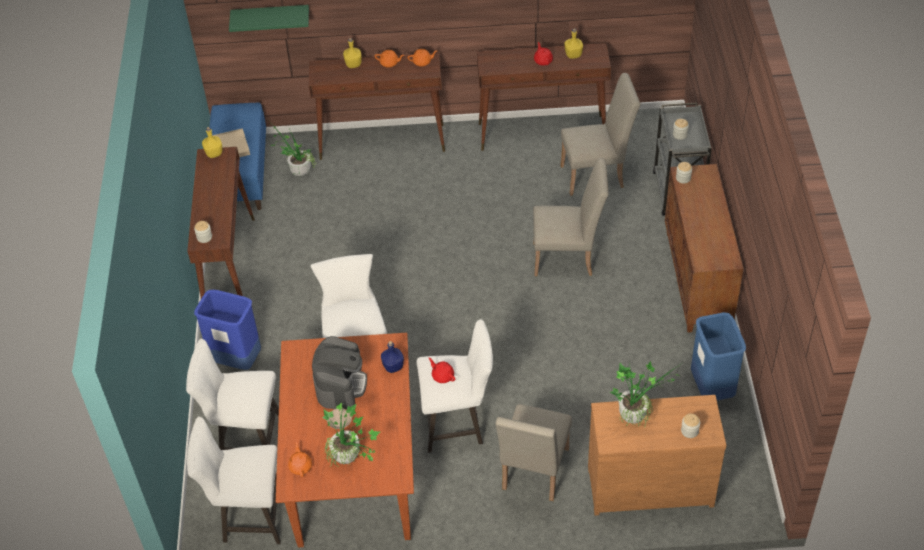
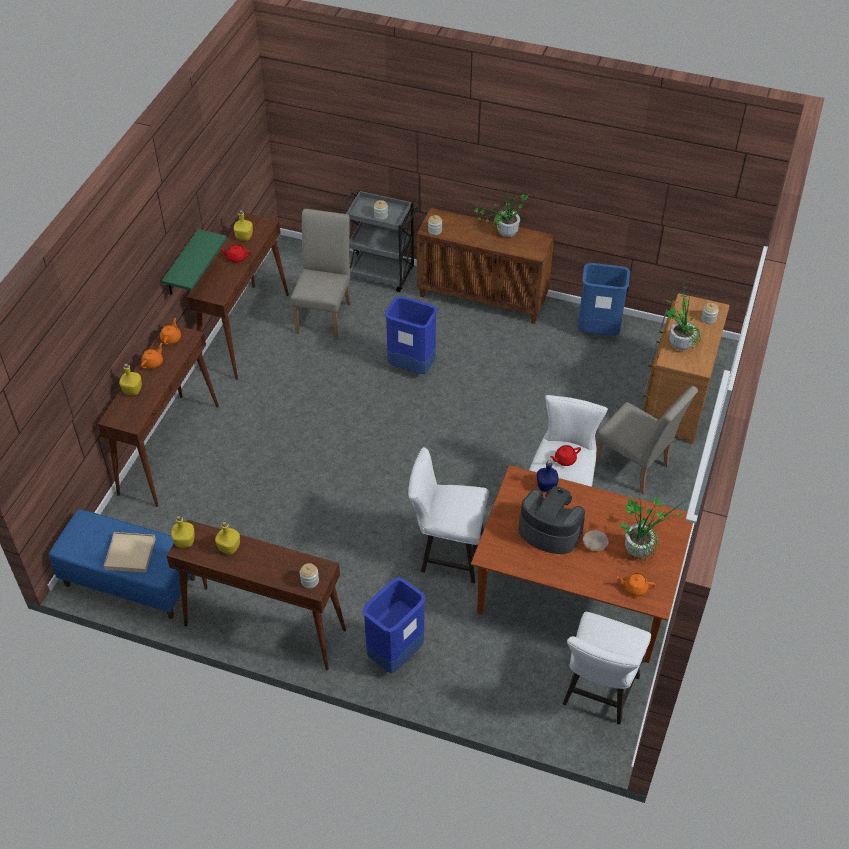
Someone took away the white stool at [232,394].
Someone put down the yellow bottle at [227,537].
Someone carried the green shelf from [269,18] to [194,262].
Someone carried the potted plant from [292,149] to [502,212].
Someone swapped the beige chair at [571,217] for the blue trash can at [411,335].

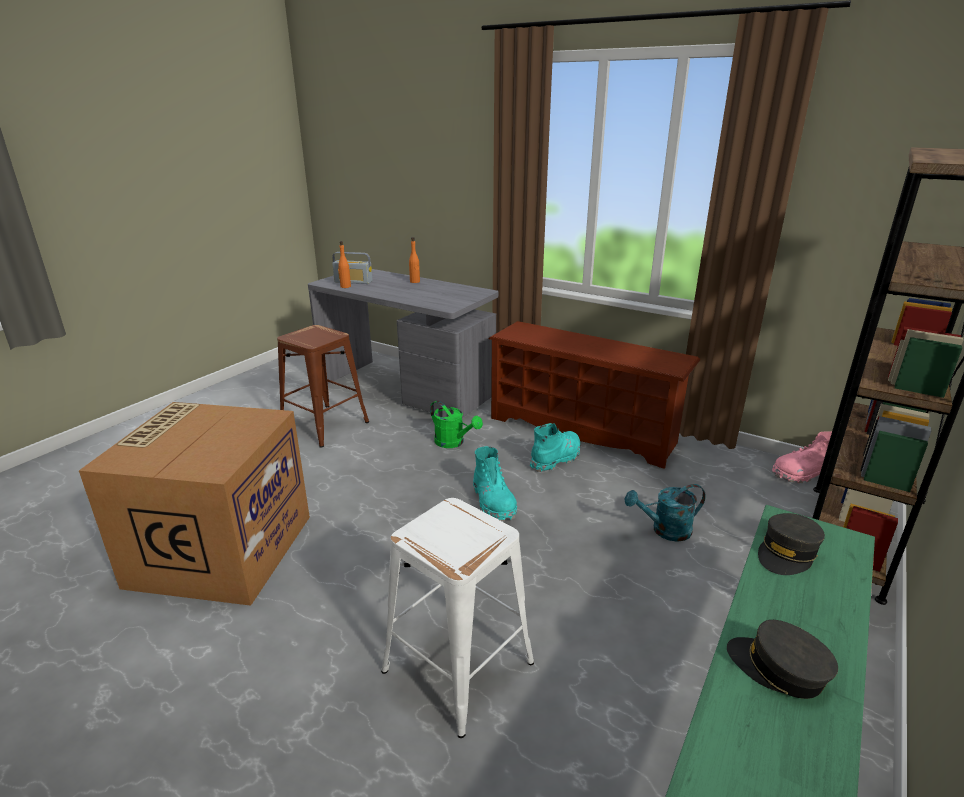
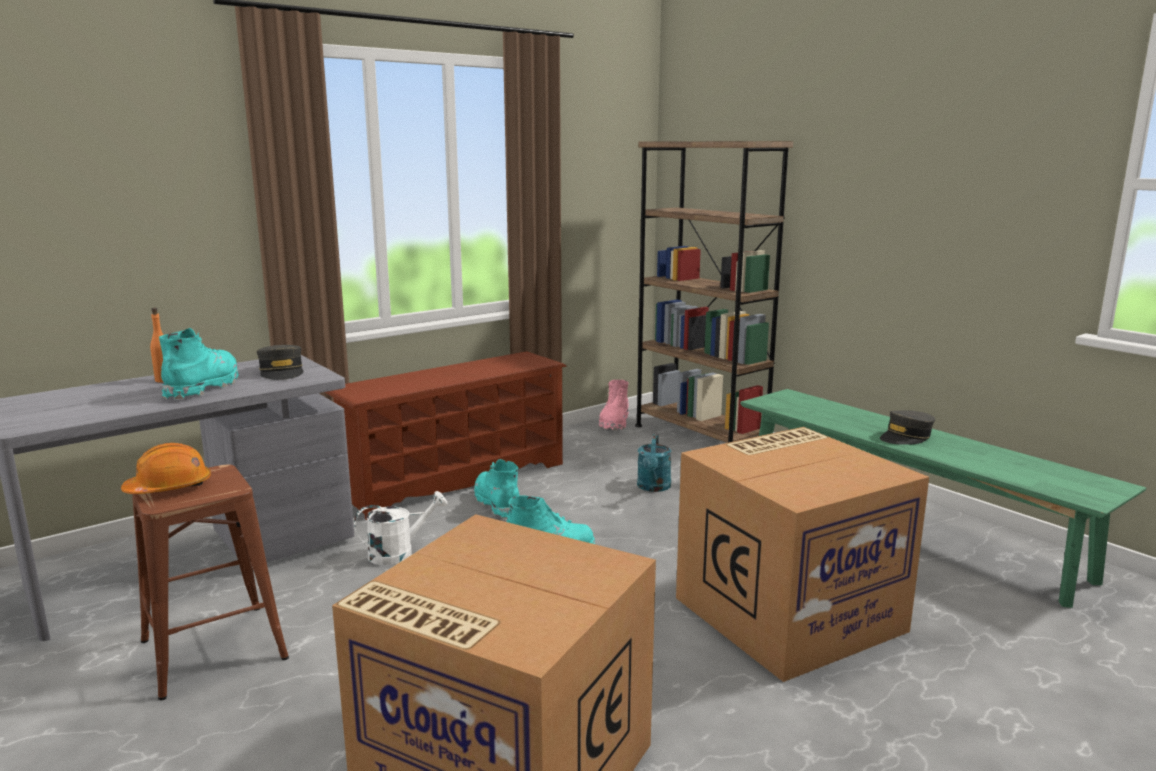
Someone took away the radio at [352,268].
Someone took away the orange bottle at [344,264].
Someone put down the orange hard hat at [166,468].
Someone put down the turquoise boot at [199,363].
Someone carried the grey cap from [791,544] to [280,362].
Someone swapped the white stool at [457,618] for the cardboard box at [802,554].
Someone repainted the green watering can at [456,424], which became the white watering can at [400,528].

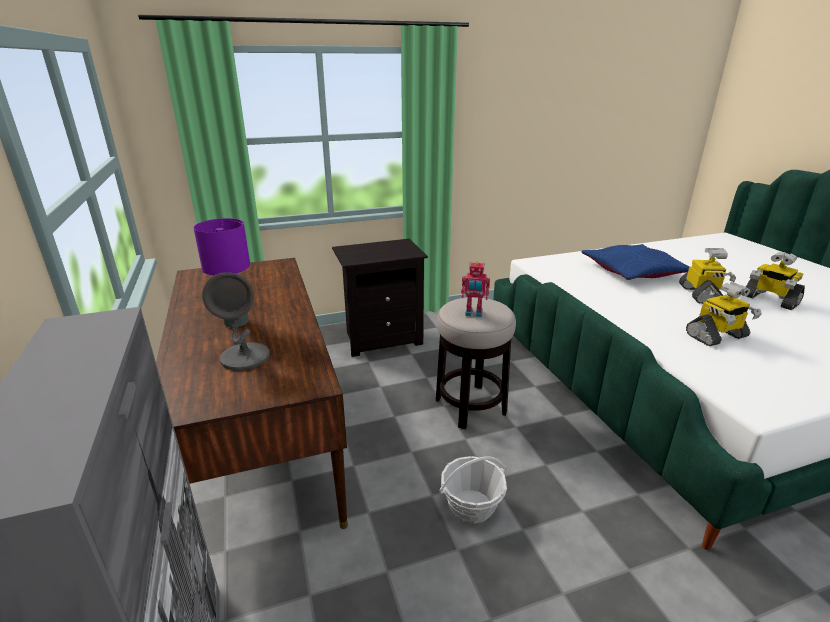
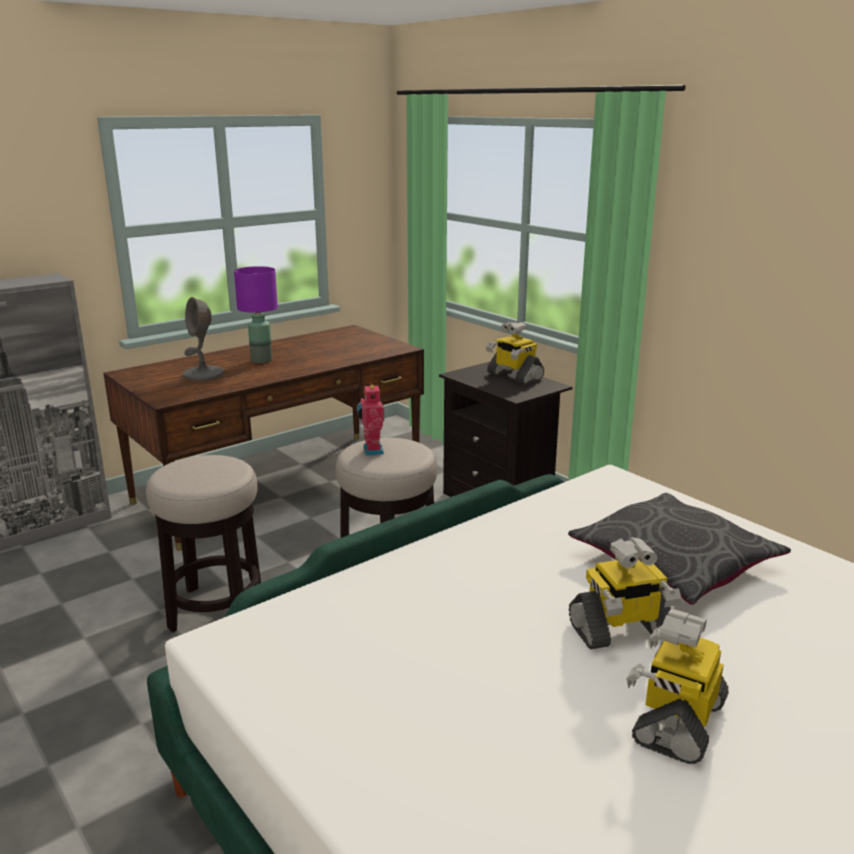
Someone carried the toy robot from [724,314] to [515,352].
Someone swapped the basket at [473,490] for the stool at [203,543].
Someone repainted the blue pillow at [635,262], which became the grey pillow at [679,549].

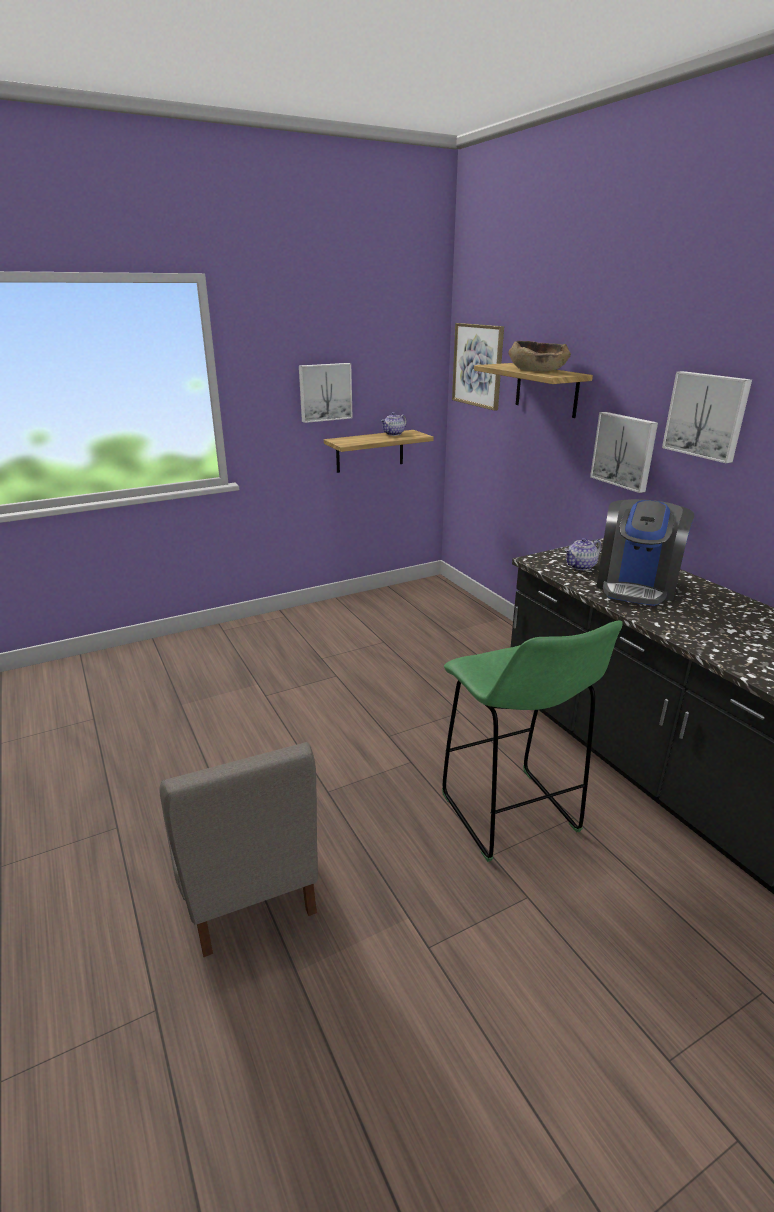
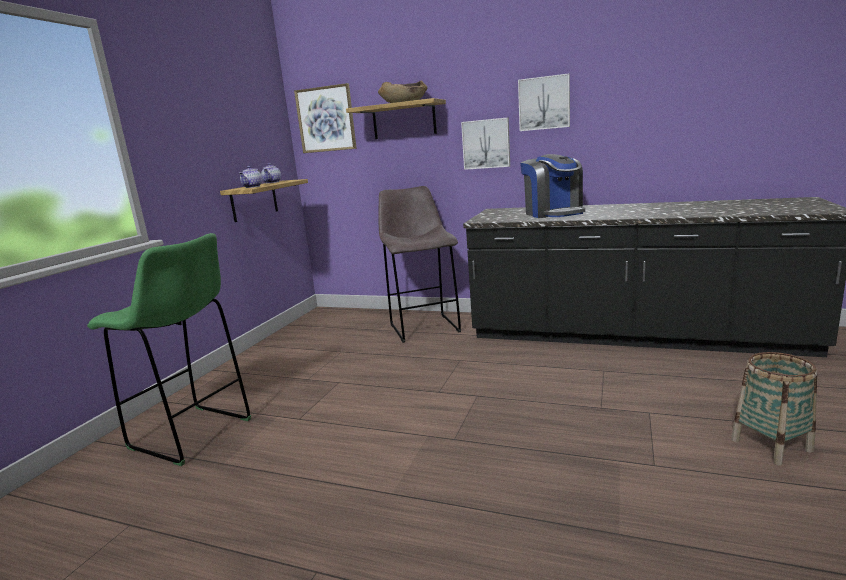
Someone took away the grey chair at [239,849].
Someone took away the picture at [326,393].
Someone put down the grey stool at [420,264].
Someone put down the basket at [774,409].
Someone carried the green stool from [532,741] to [169,349].
Someone carried the teapot from [583,554] to [250,177].

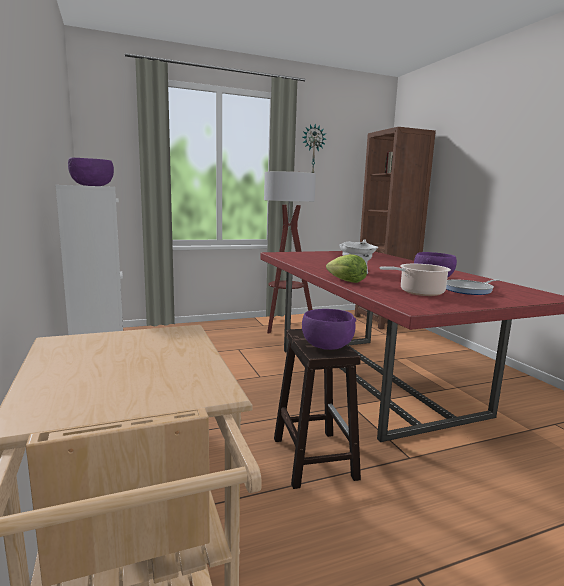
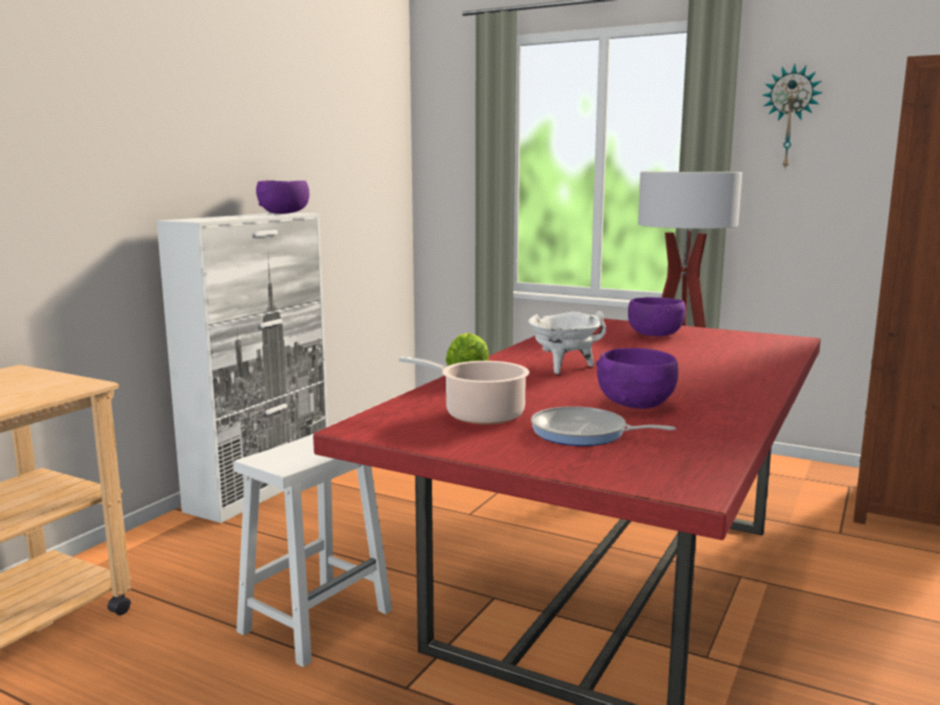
Someone carried the purple bowl from [329,329] to [657,316].
Someone repainted the brown stool at [317,409], which became the white stool at [313,550].

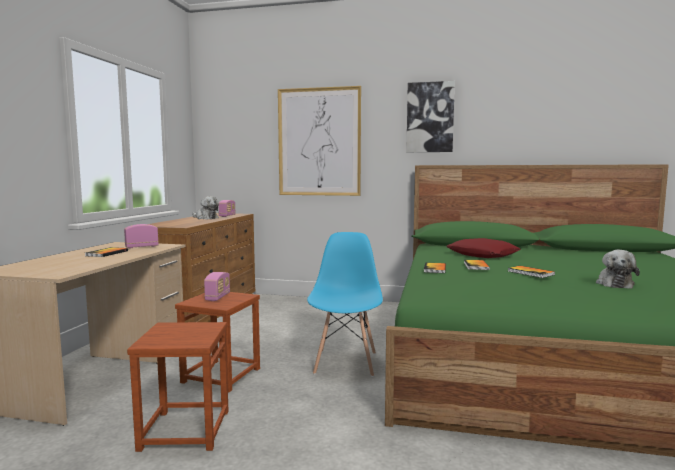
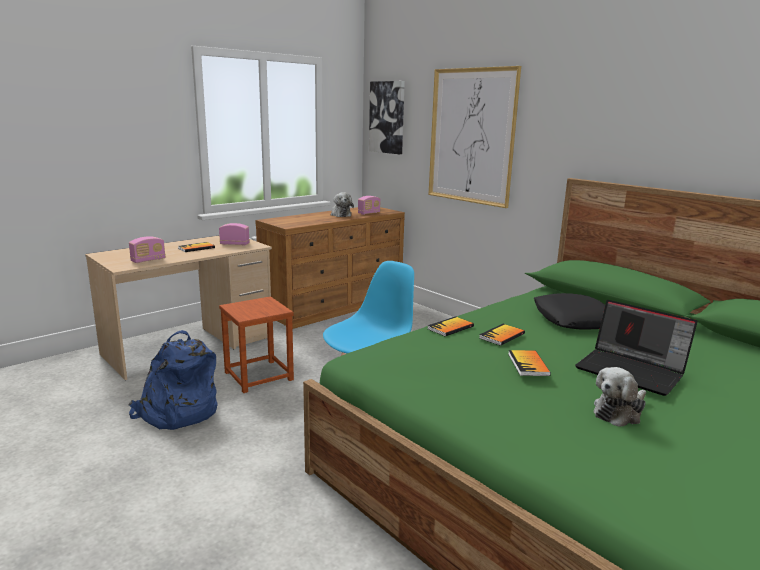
Someone put down the laptop at [636,348].
Someone carried the radio from [217,286] to [147,249].
Someone carried the picture from [430,116] to [387,117].
Someone swapped the brown stool at [177,387] for the blue backpack at [173,380].
Someone repainted the red pillow at [483,248], which became the black pillow at [569,311].

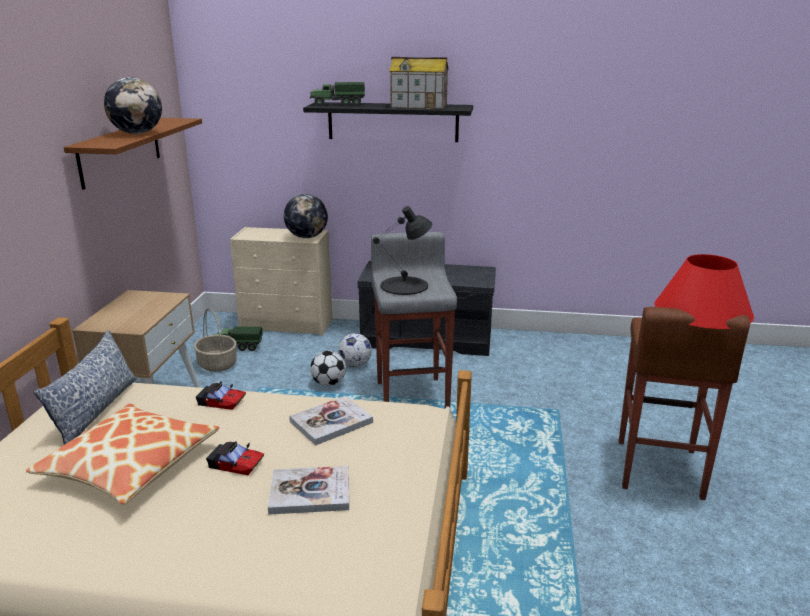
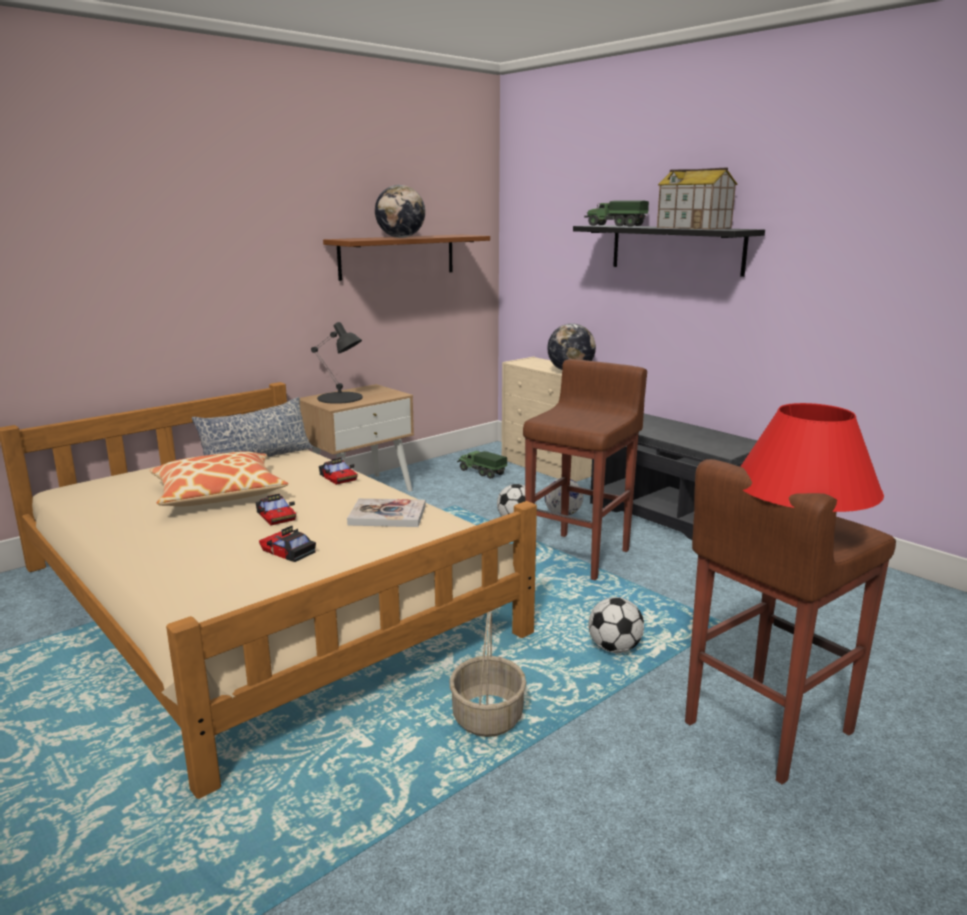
Someone put down the football at [616,625].
Someone carried the basket from [215,340] to [487,674].
Someone carried the black table lamp from [402,250] to [337,363].
Someone swapped the book at [308,490] for the toy car at [287,543].
Someone repainted the grey stool at [414,320], which became the brown stool at [585,469].

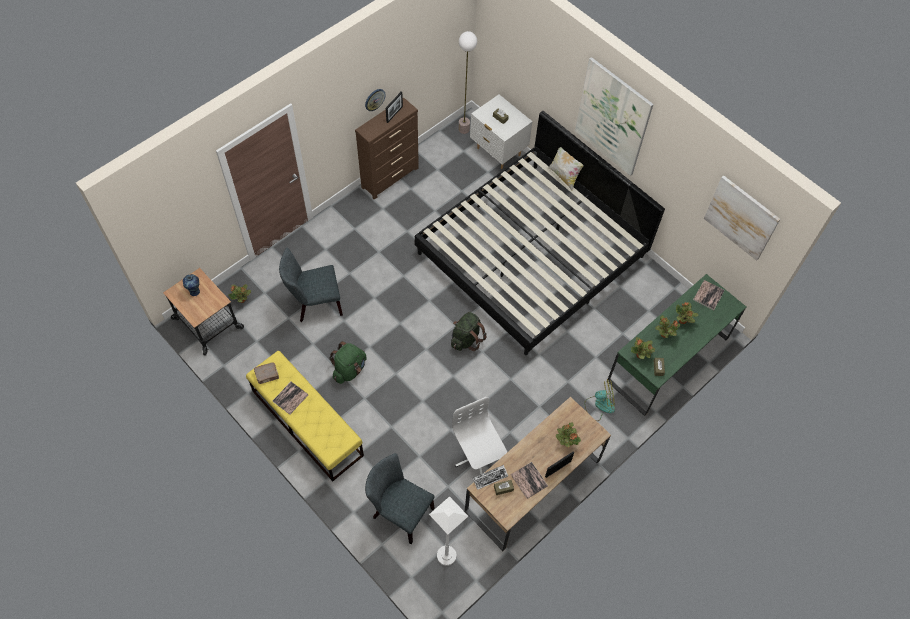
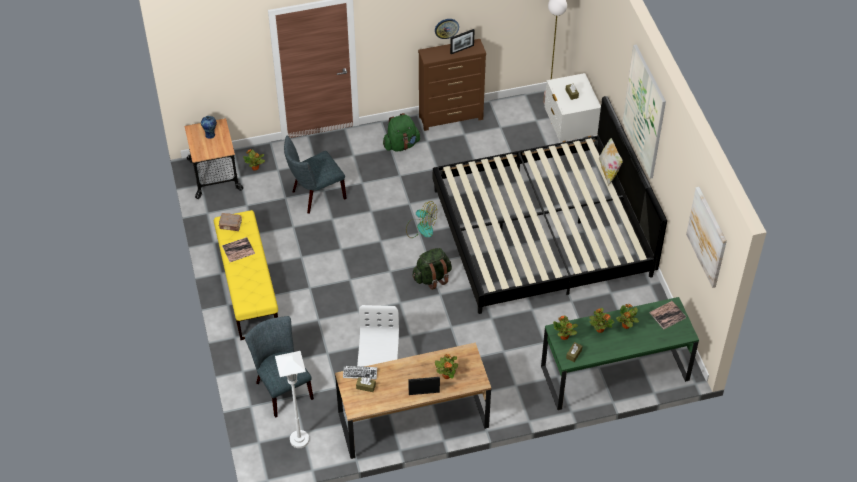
Someone took away the book at [529,480].
Someone carried the green backpack from [348,362] to [401,132].
Someone carried the fan from [599,400] to [421,219].
Someone rotated the grey chair at [311,285] by 45 degrees counterclockwise.

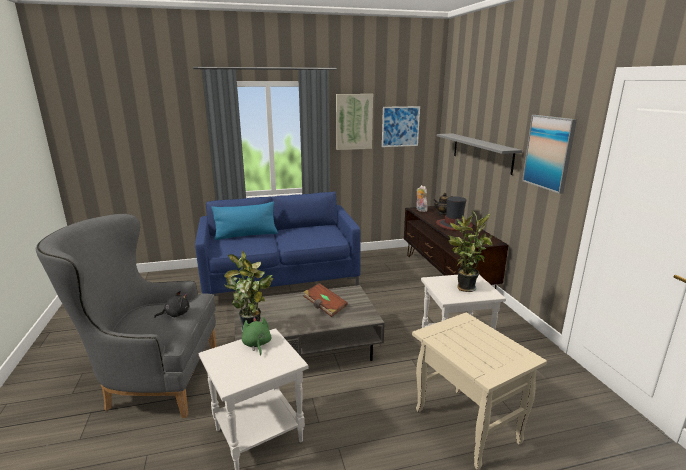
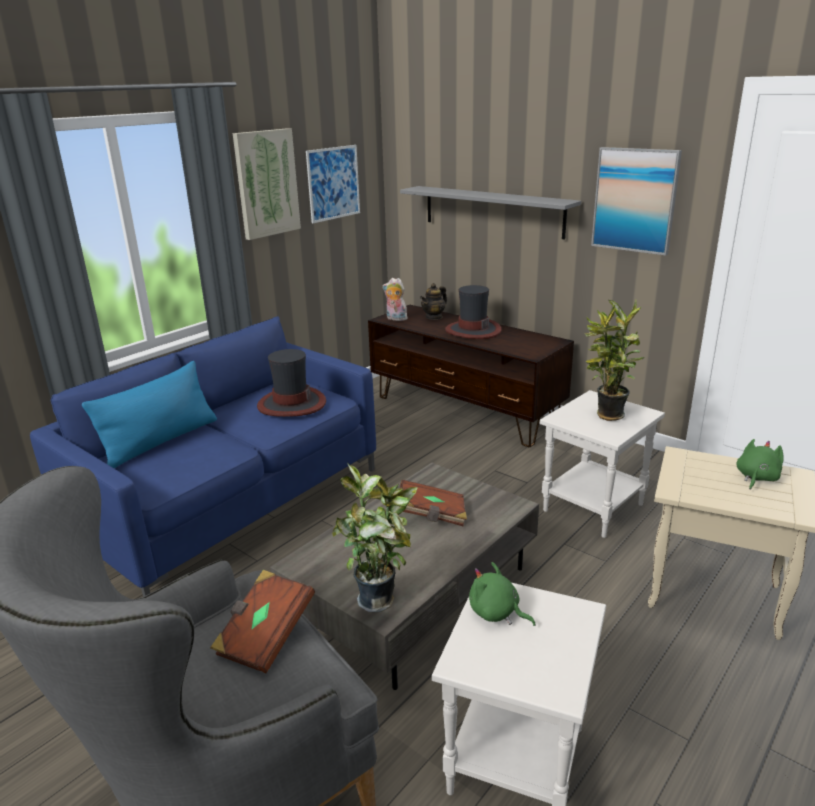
Someone put down the hat at [291,383].
Someone put down the green plush toy at [760,464].
Someone swapped the black plush toy at [171,304] for the brown book at [262,621].

